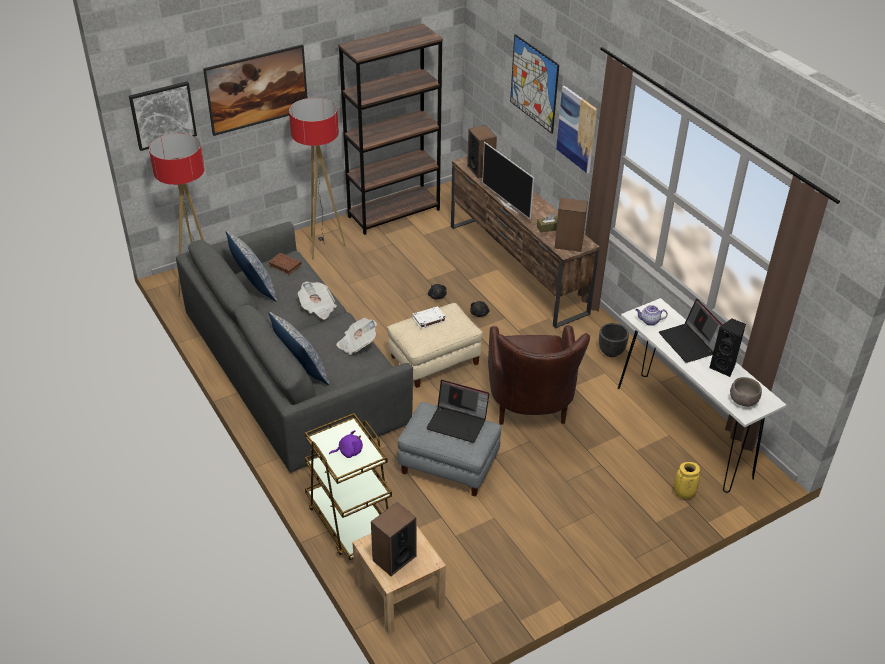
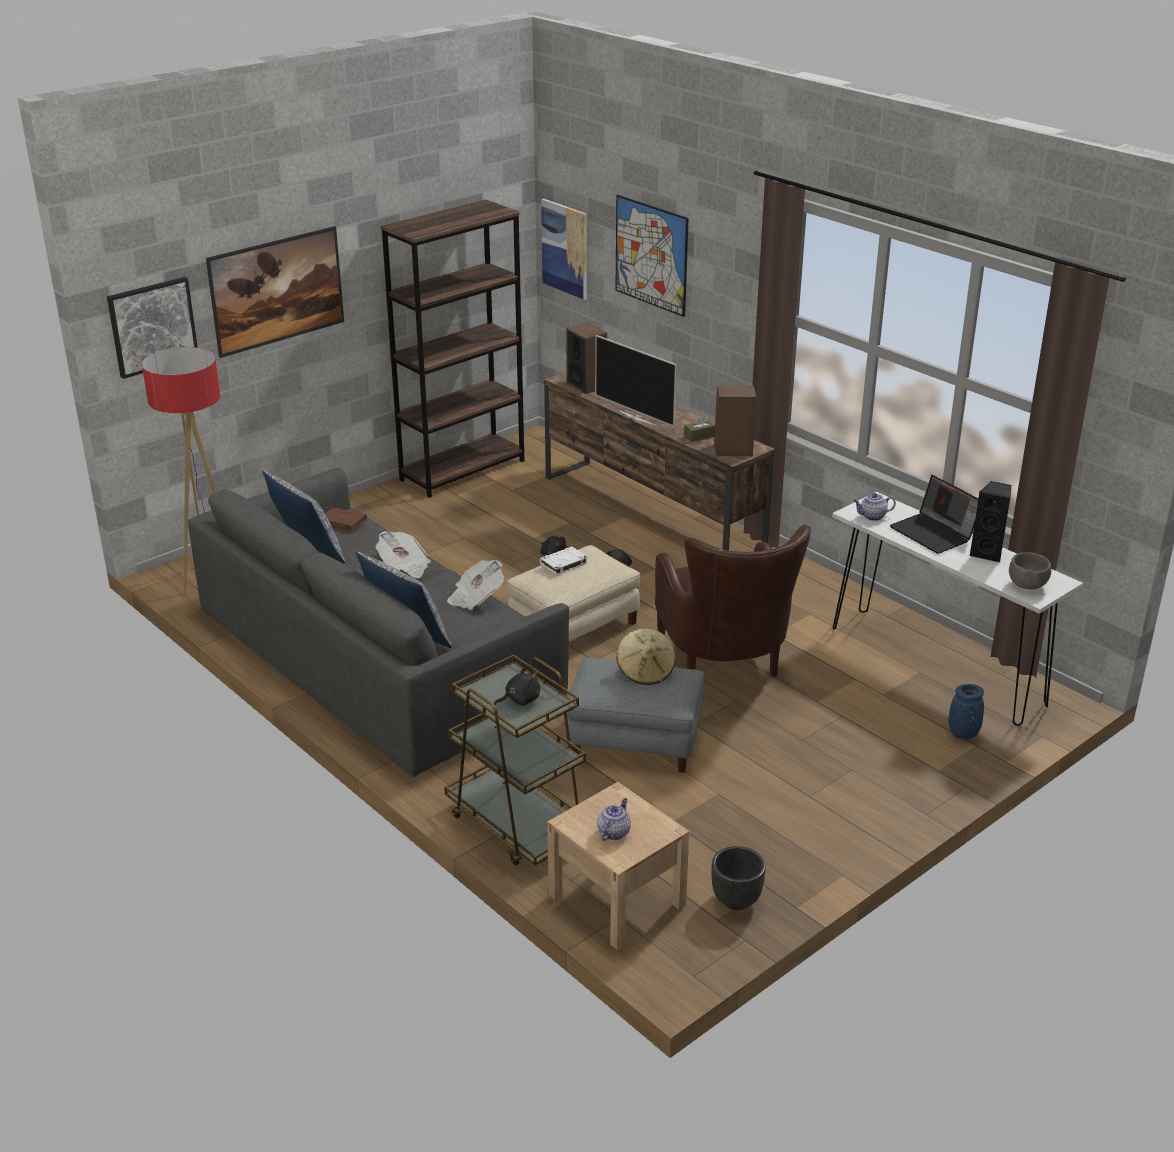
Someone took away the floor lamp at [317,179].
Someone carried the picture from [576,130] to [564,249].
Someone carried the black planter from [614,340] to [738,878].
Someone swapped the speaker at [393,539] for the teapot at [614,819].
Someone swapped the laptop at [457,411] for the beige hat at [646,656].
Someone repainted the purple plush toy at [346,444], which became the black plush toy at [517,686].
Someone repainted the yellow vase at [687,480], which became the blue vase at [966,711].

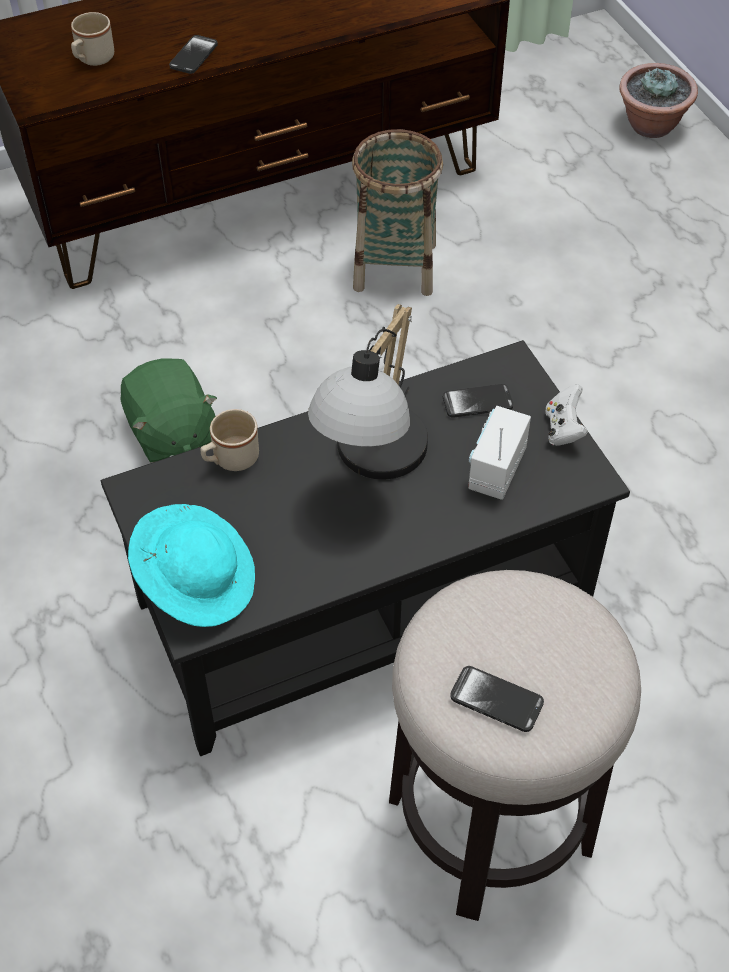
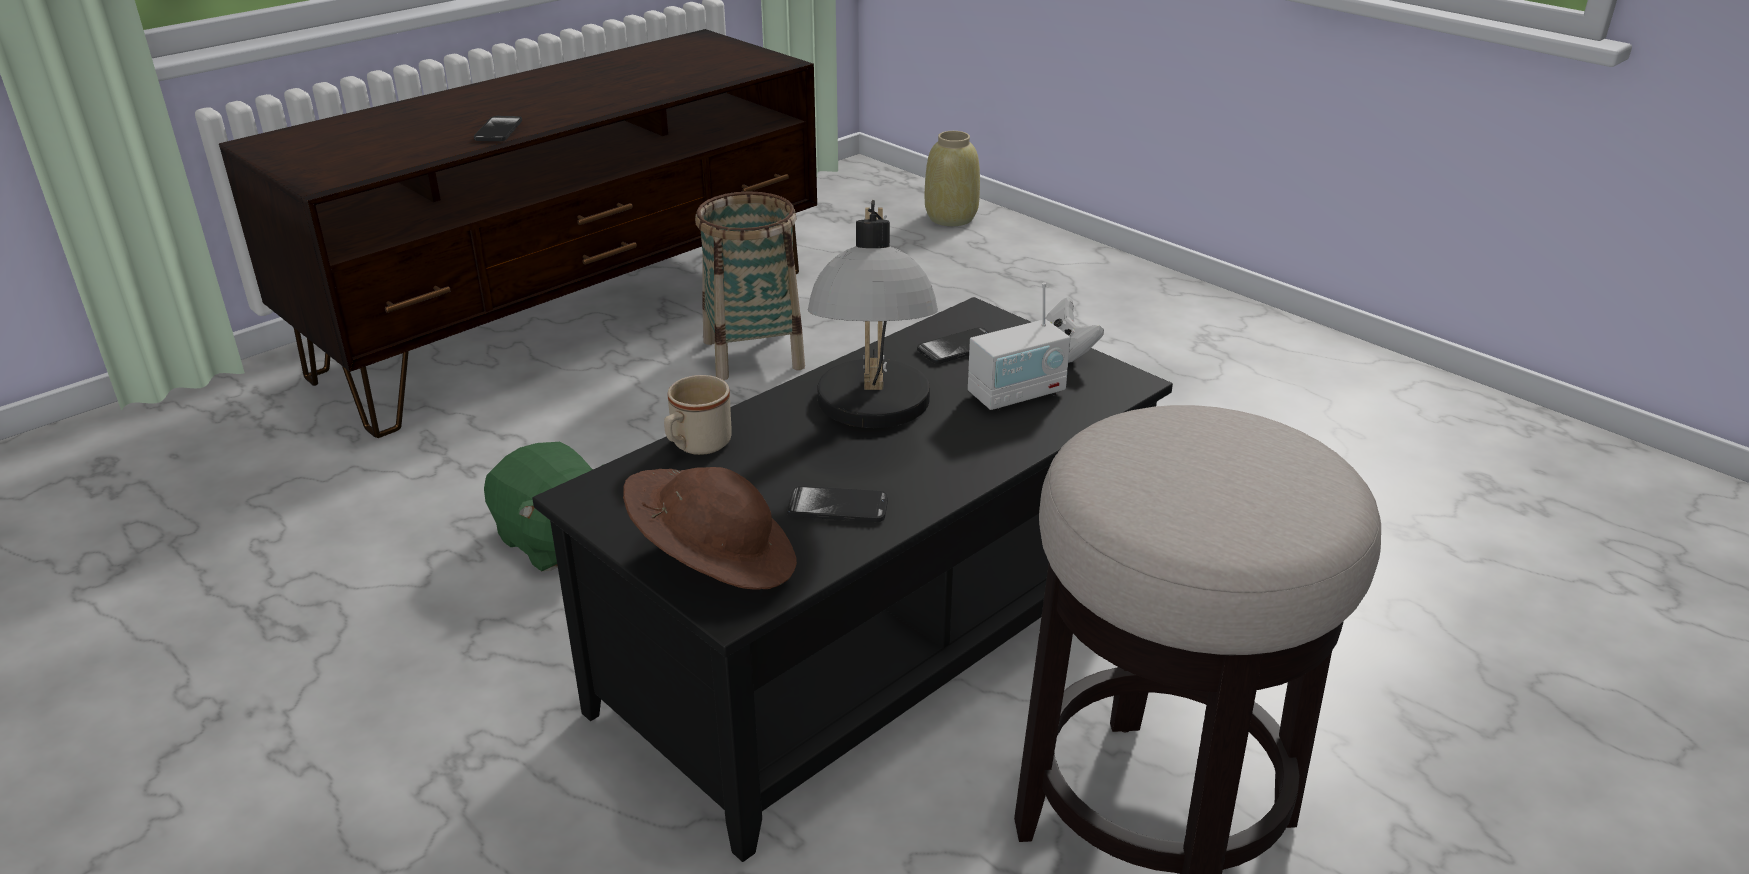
Someone took away the beige mug at [92,39].
Someone carried the phone from [497,699] to [837,504].
Someone swapped the potted plant at [658,100] for the beige vase at [952,178].
Someone repainted the turquoise hat at [191,565], which became the brown hat at [710,528].
Someone rotated the radio at [499,453] by 120 degrees counterclockwise.

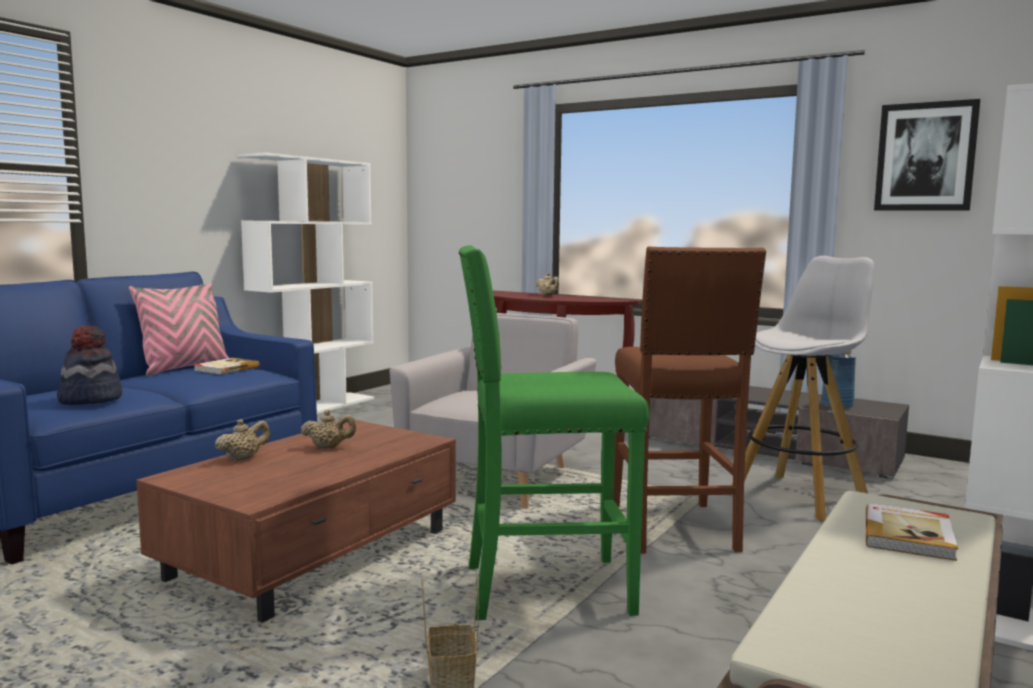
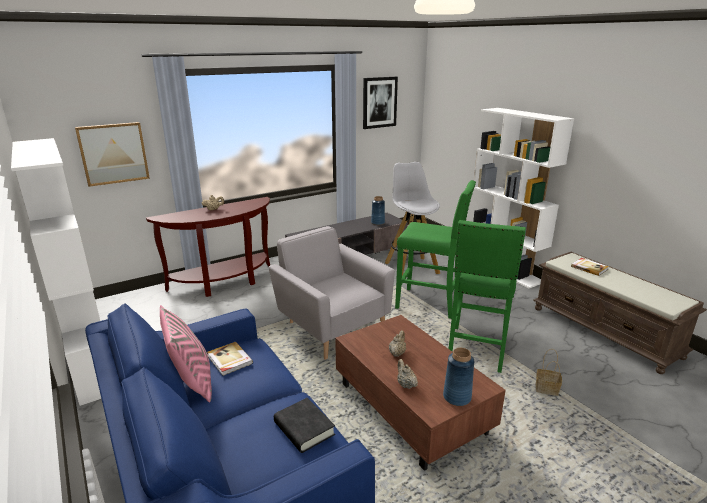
Someone put up the picture at [112,154].
Someone put down the blue vase at [459,377].
Someone swapped the hat at [89,365] for the black book at [304,425].
Someone repainted the brown stool at [689,400], which became the green stool at [435,249].

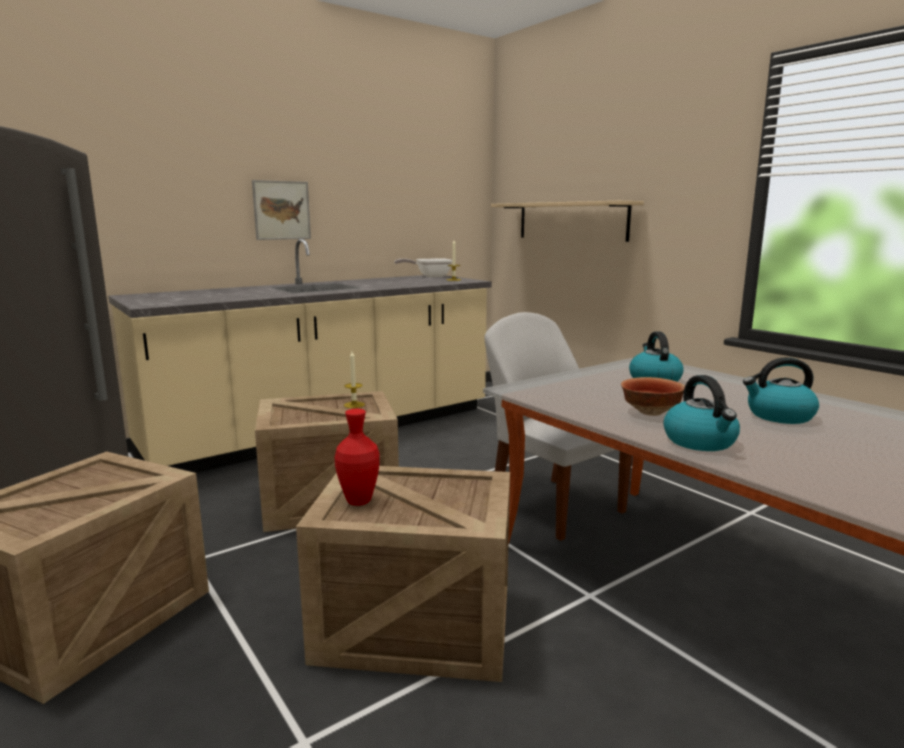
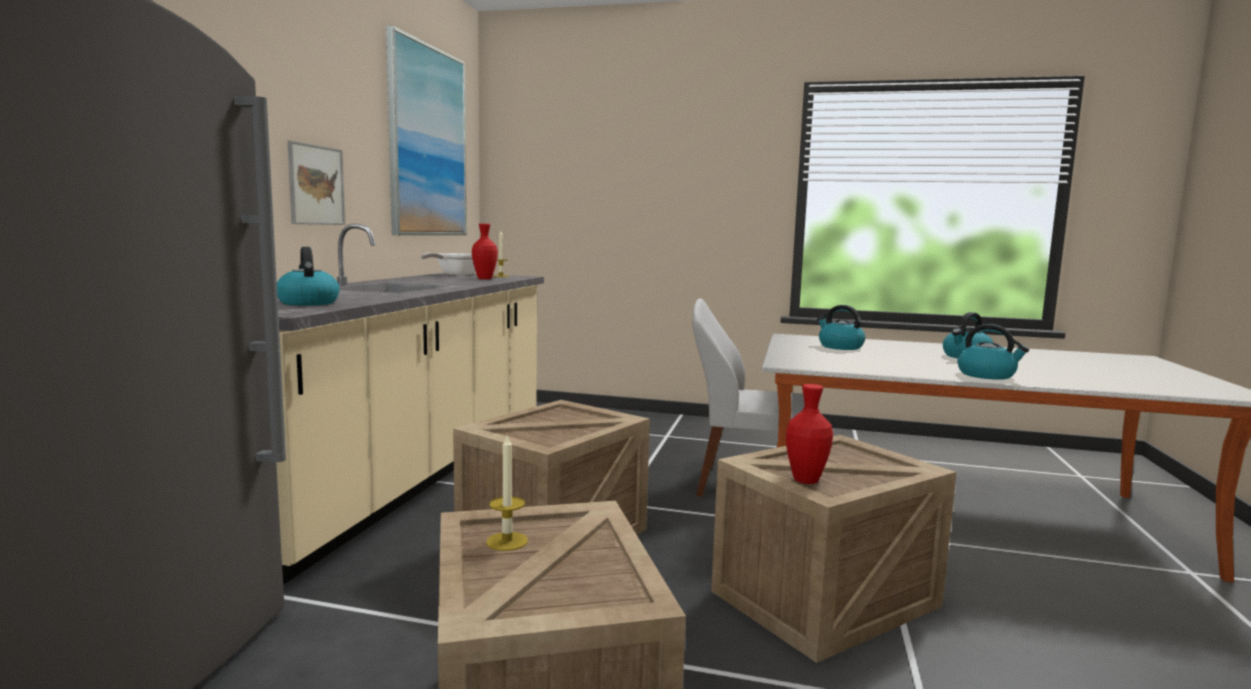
Someone took away the beige shelf at [567,221].
Someone took away the bowl at [653,396].
Someone put down the kettle at [308,276].
Someone put up the picture at [426,130].
Someone put down the red vase at [485,251].
Someone carried the candle from [354,379] to [507,493].

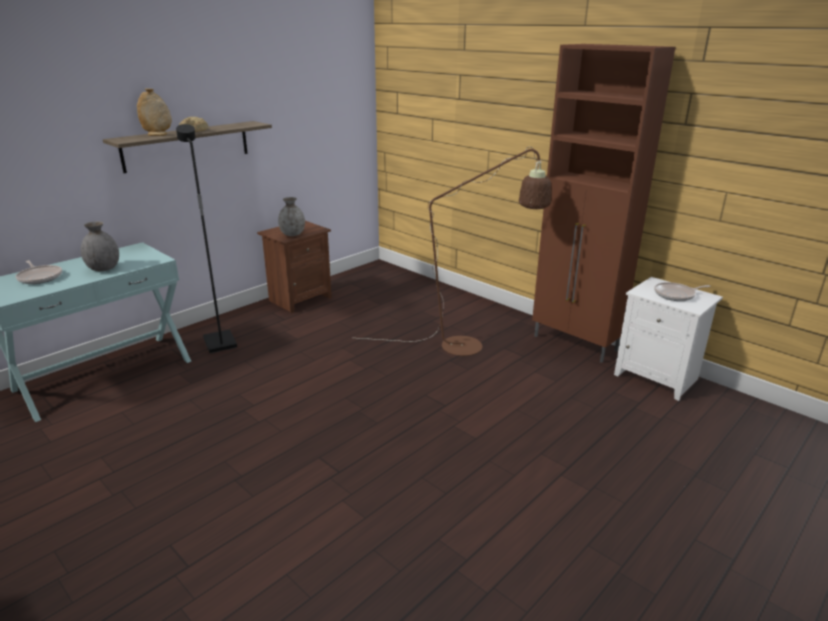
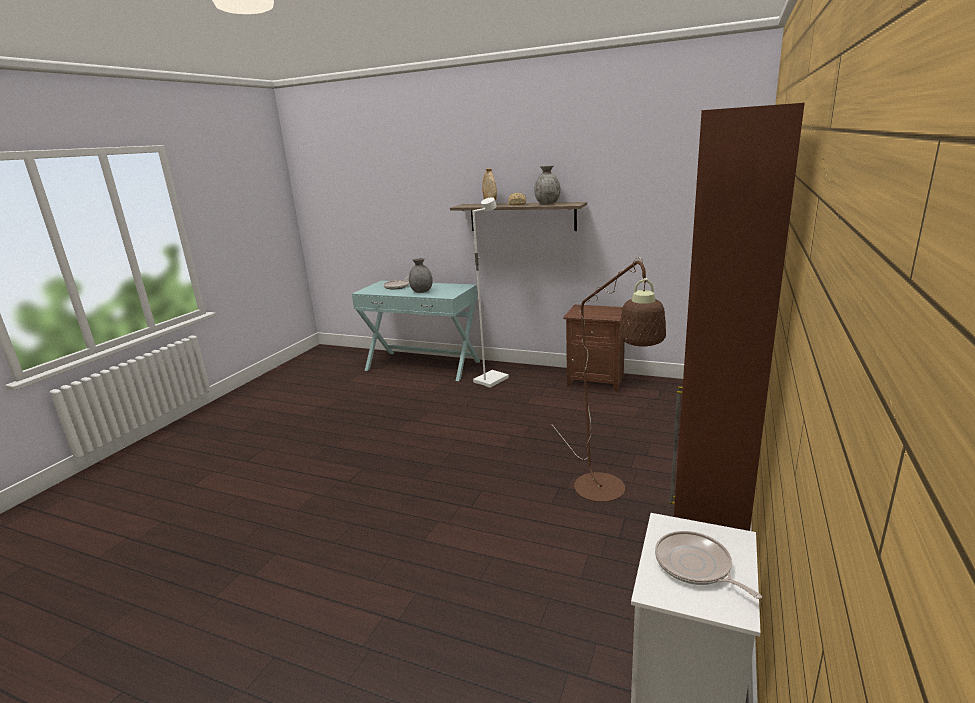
Someone carried the grey vase from [291,216] to [547,185].
Someone repainted the black floor lamp at [206,239], which became the white floor lamp at [490,292].

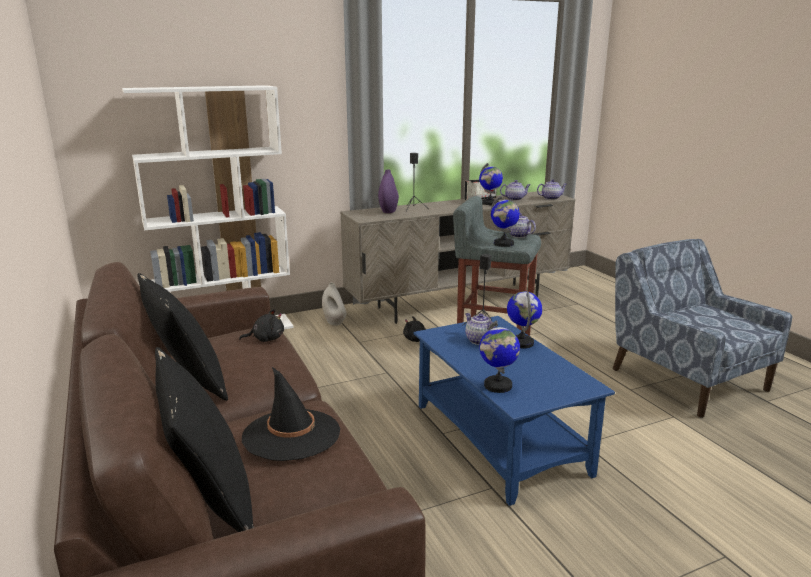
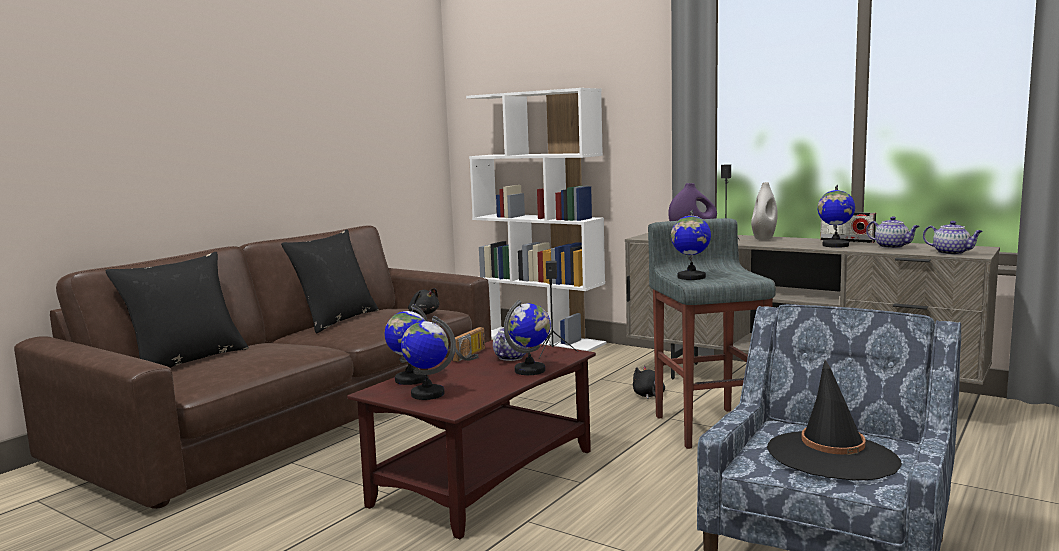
Someone took away the teapot at [521,225].
Someone put down the globe at [428,358].
Someone put down the radio at [468,344].
Someone carried the black hat from [291,414] to [834,420].
Someone carried the white vase from [334,304] to [764,211].
Someone repainted the blue coffee table at [514,411], which became the brown coffee table at [471,439].

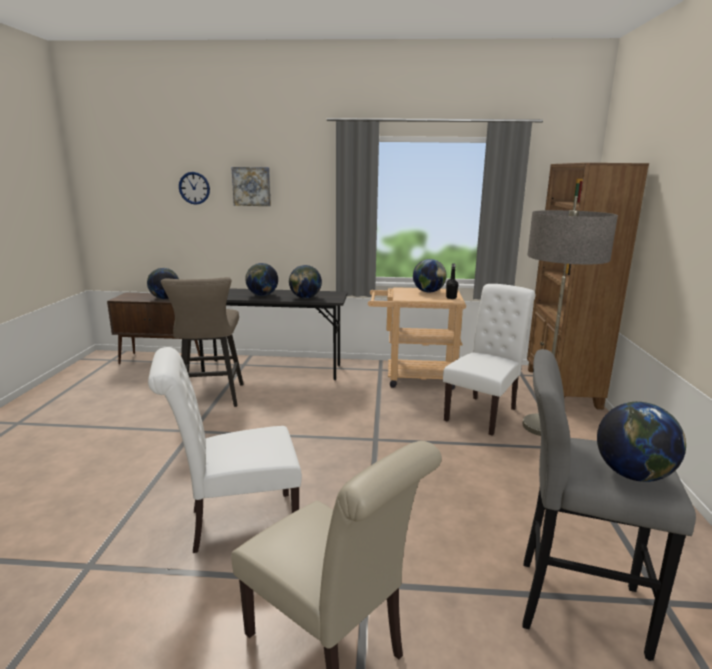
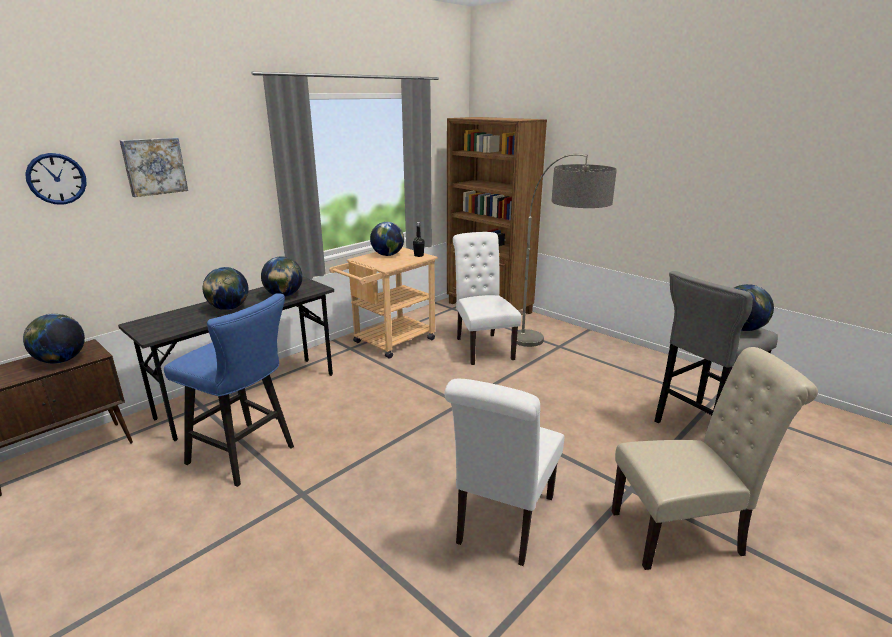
Someone repainted the beige stool at [202,342], which became the blue stool at [229,390].

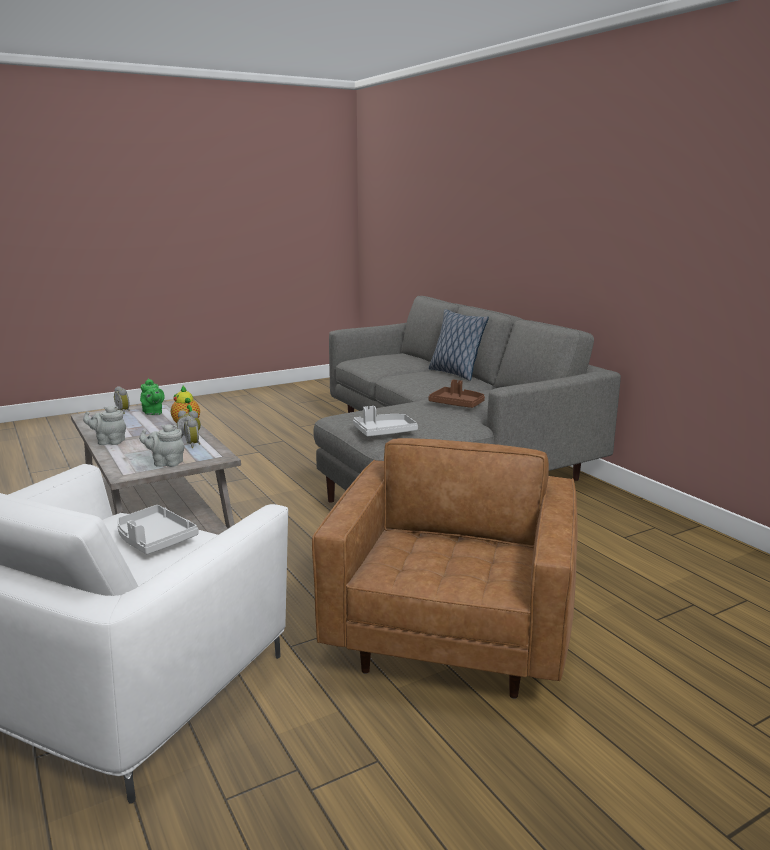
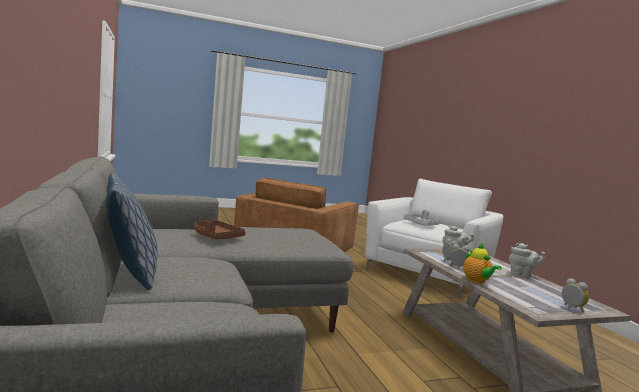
Someone took away the green teapot at [152,397].
Someone took away the grey tray at [385,421].

